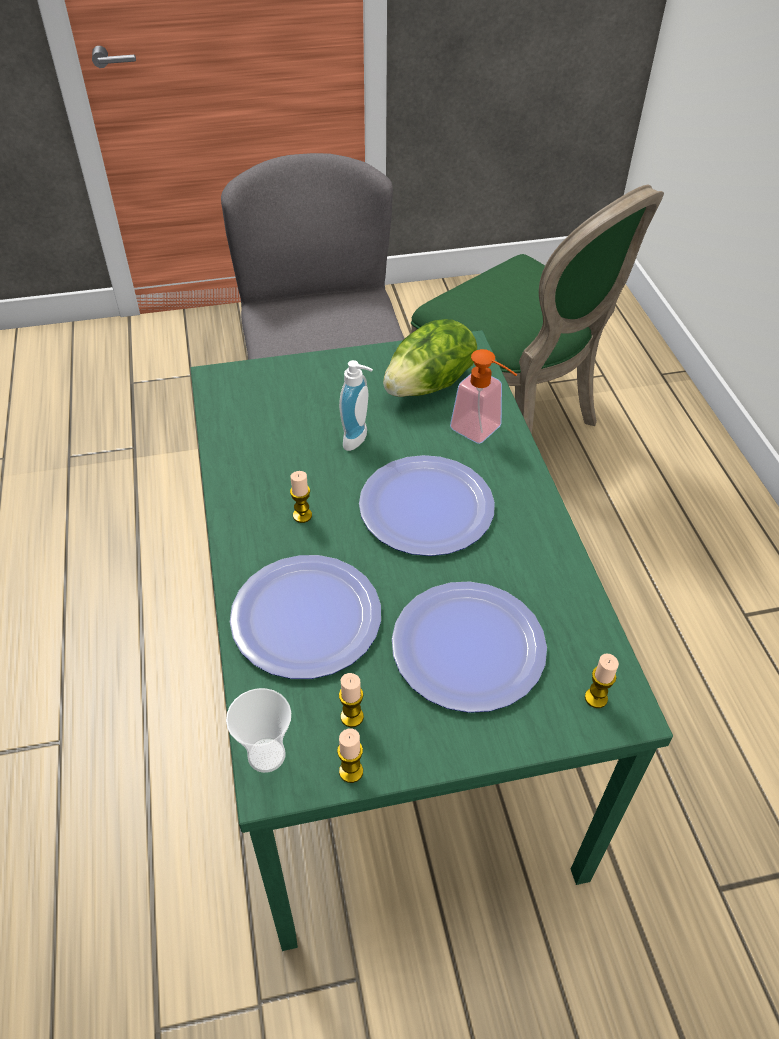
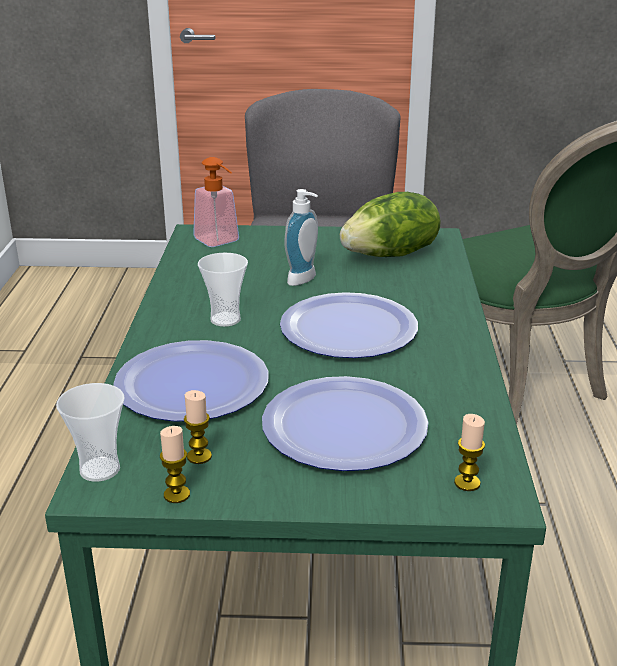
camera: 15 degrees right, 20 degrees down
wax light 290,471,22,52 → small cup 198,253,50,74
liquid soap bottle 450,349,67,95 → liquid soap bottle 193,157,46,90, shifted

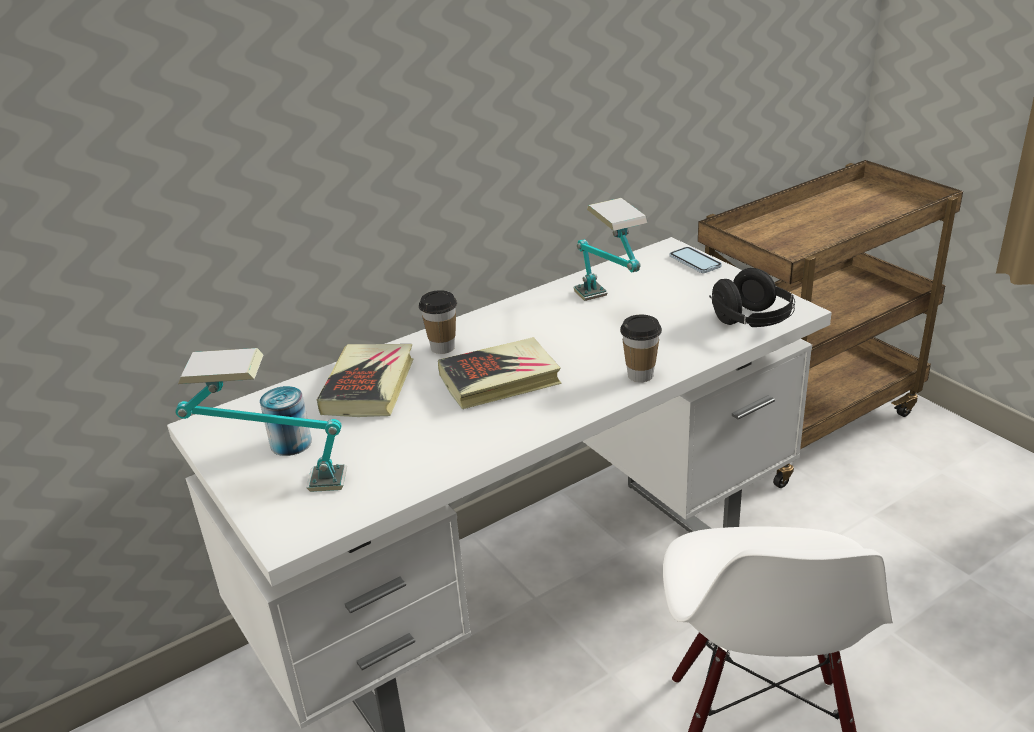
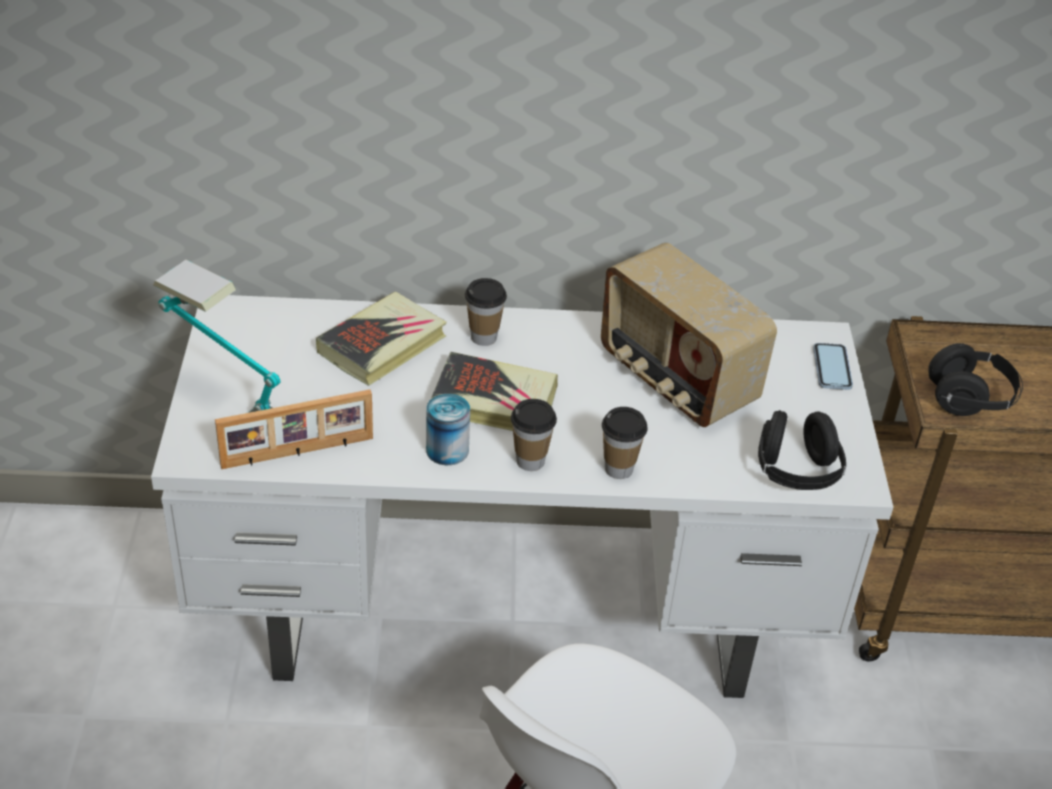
camera: 30 degrees right, 10 degrees up
metal can 260,386,52,70 → metal can 426,394,44,71, shifted
tabletop lamp 573,198,75,103 → radio receiver 601,243,176,184
- → standing frame 215,389,158,80
- → small cup 511,399,46,72
- → pair of headphones/black 928,343,95,73

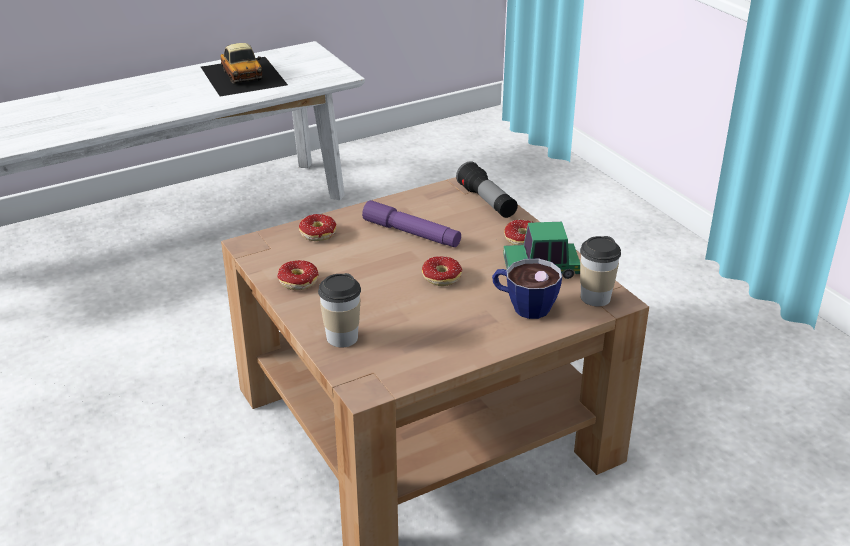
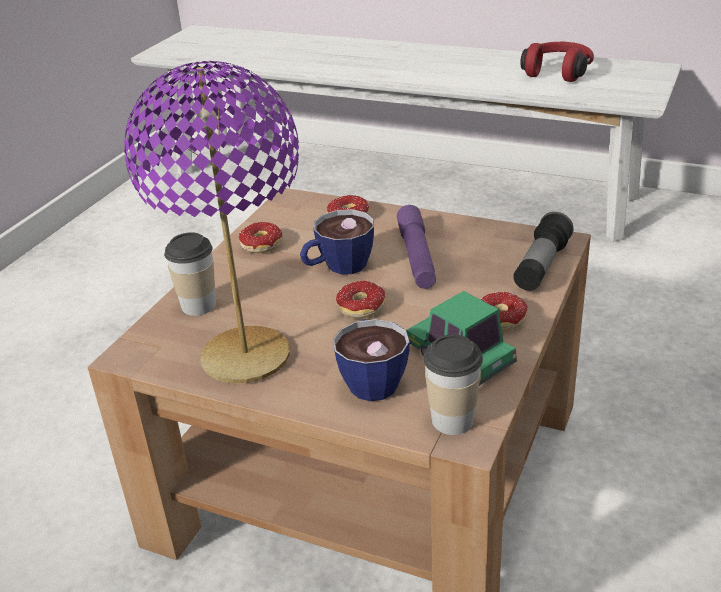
camera: 55 degrees right, 0 degrees up
miniature car 201,43,87,53 → pair of headphones/red 520,42,74,40
- → tabletop lamp/purple-coloured 124,61,175,322
- → small cup 300,209,74,66

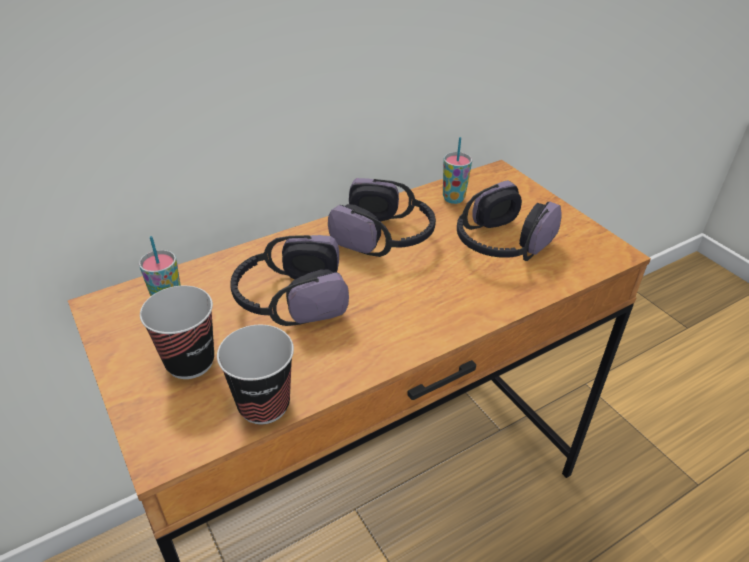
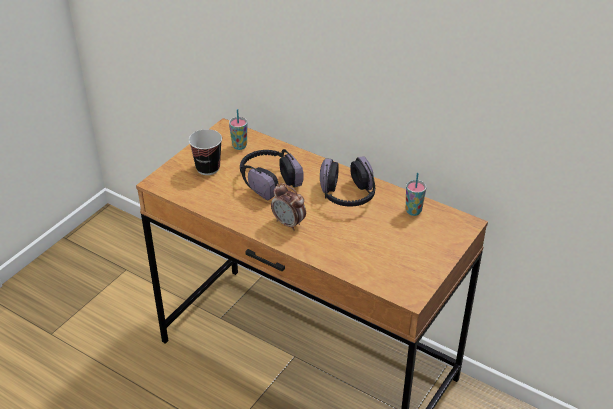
camera: 65 degrees right, 0 degrees up
small cup 217,325,77,99 → -
pair of headphones 457,180,105,81 → -
- → alarm clock 271,183,35,48

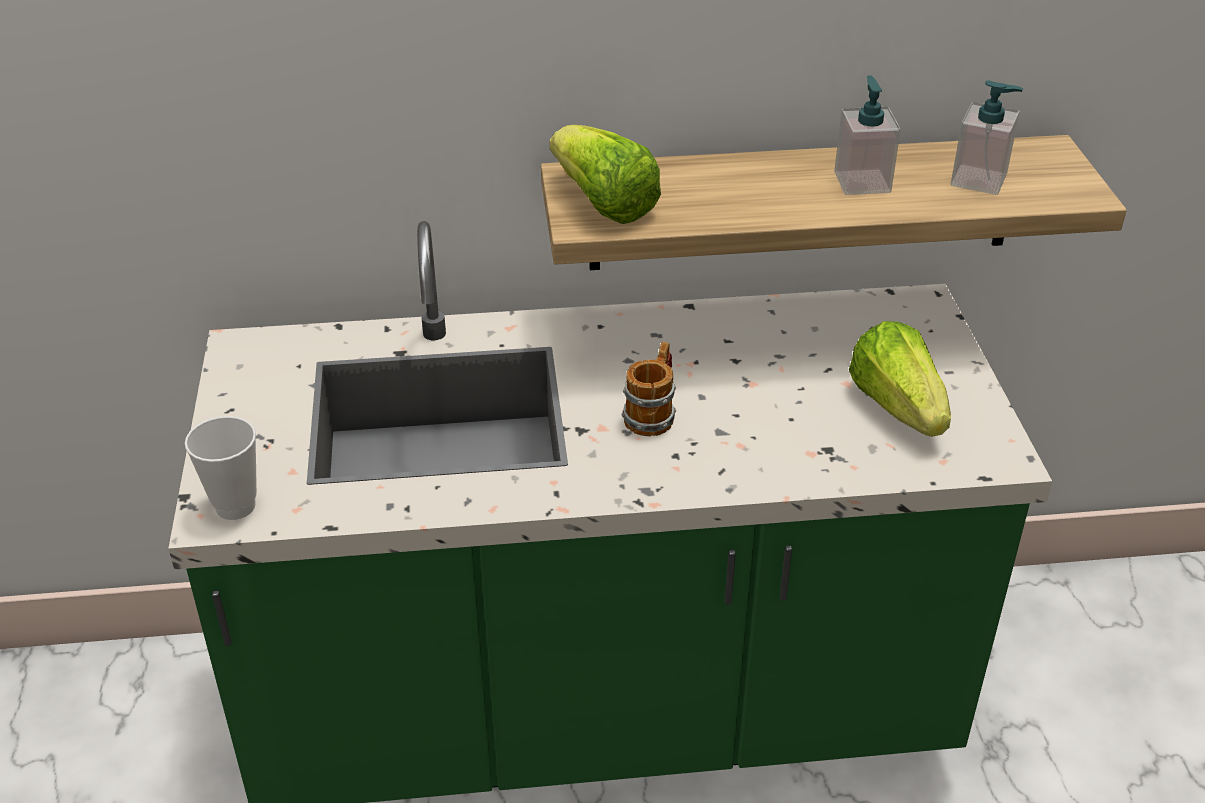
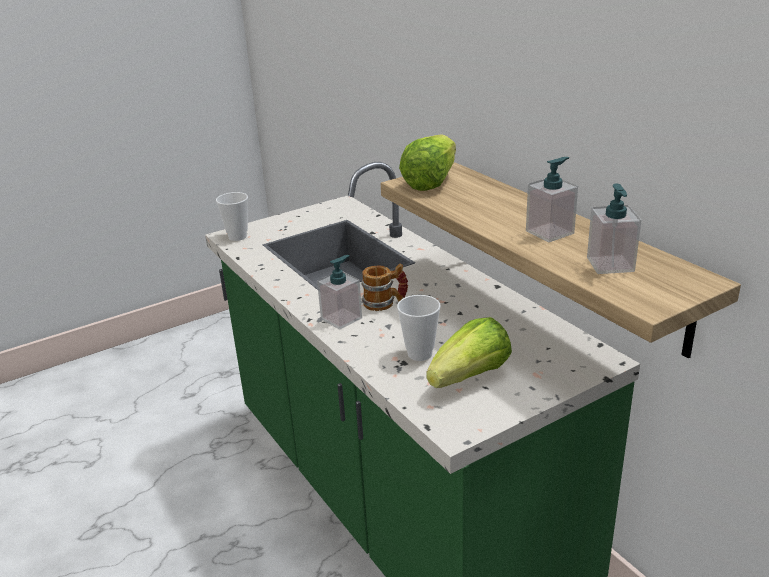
camera: 65 degrees right, 10 degrees down
- → liquid soap bottle 317,255,45,75
- → small cup 397,295,44,66

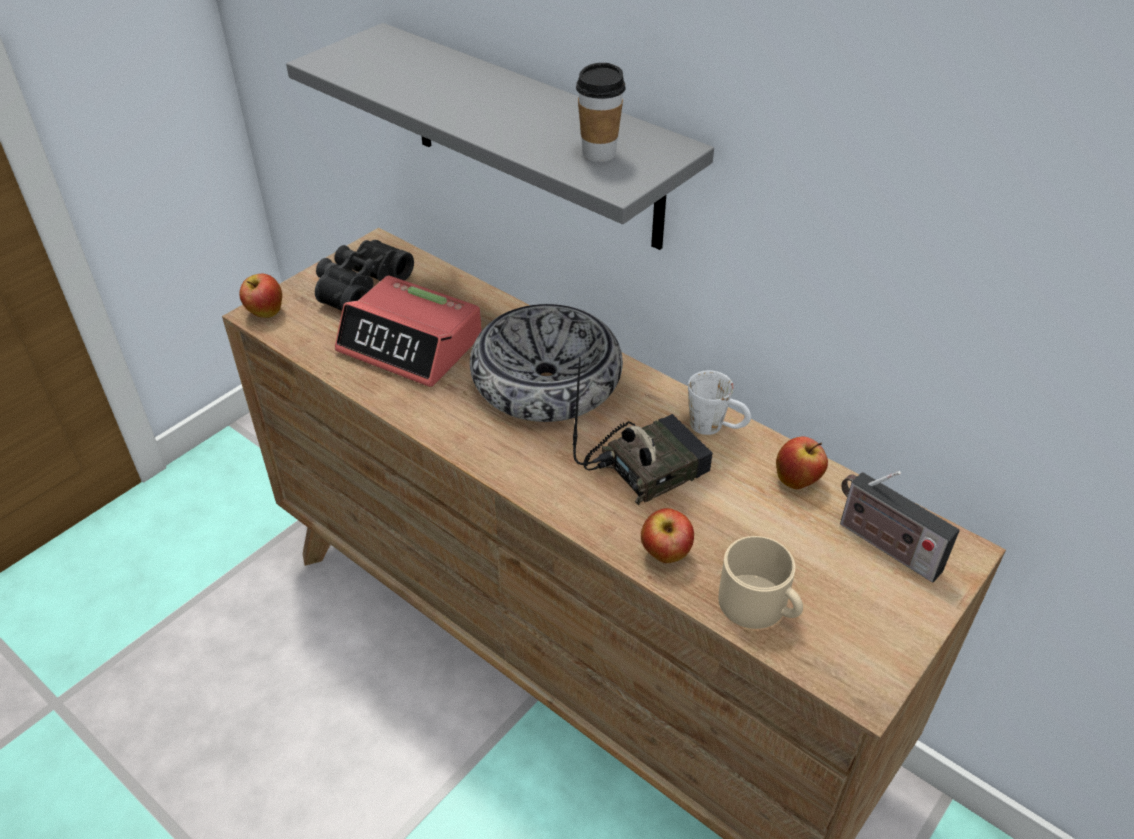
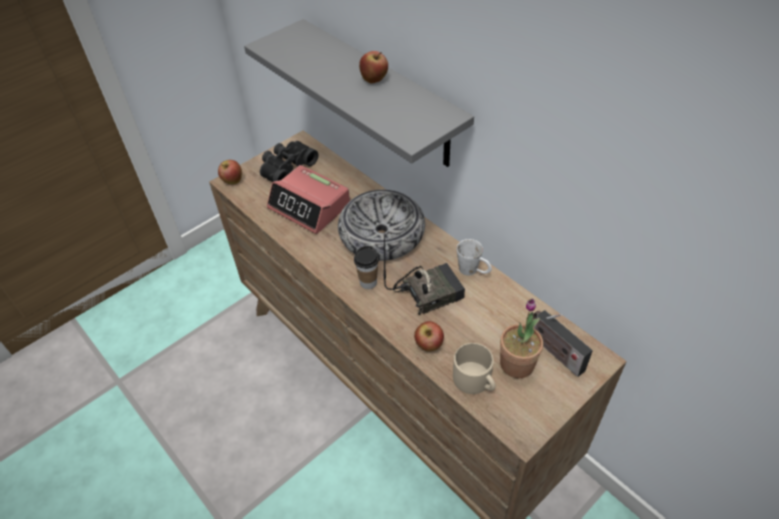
camera: 10 degrees right, 5 degrees up
small cup 576,63,49,99 → small cup 354,246,25,43, shifted
apple fruit 776,437,52,52 → apple fruit 359,51,29,33, shifted
- → potted plant 500,298,43,80

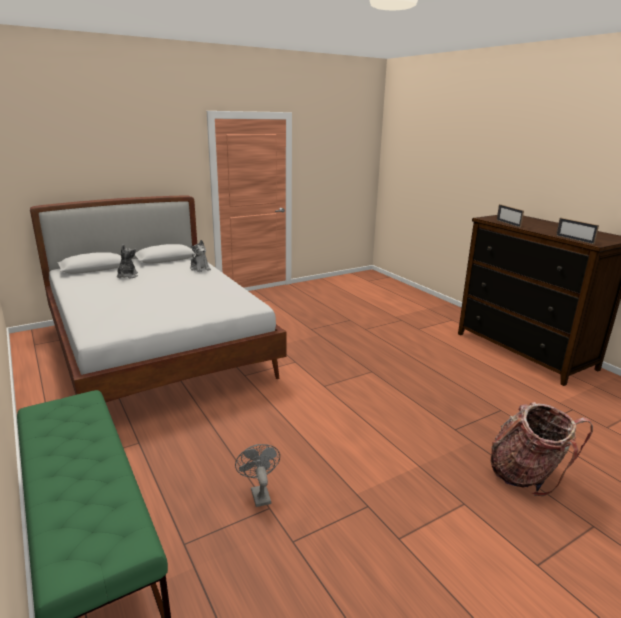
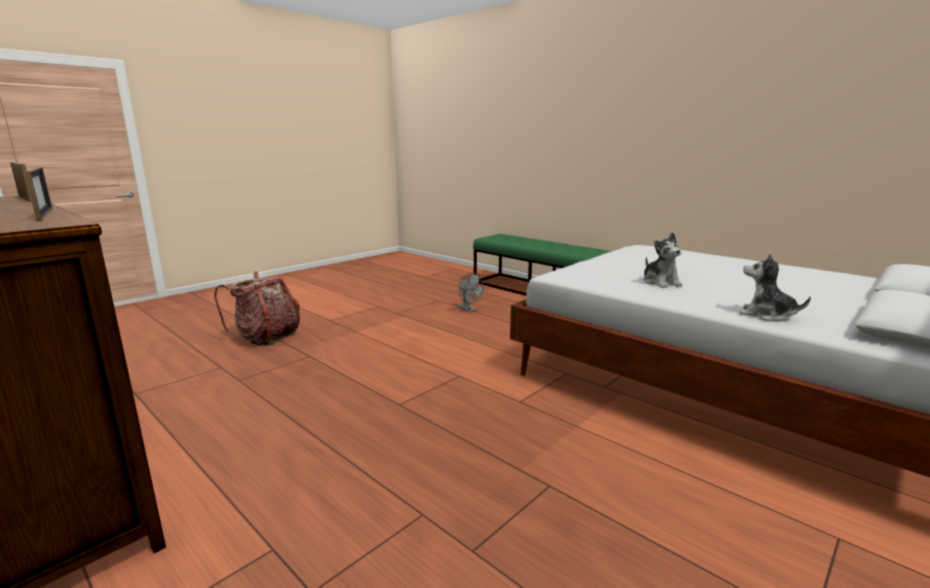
camera: 165 degrees right, 5 degrees down
cuddly toy 117,245,21,34 → cuddly toy 643,232,39,56, shifted

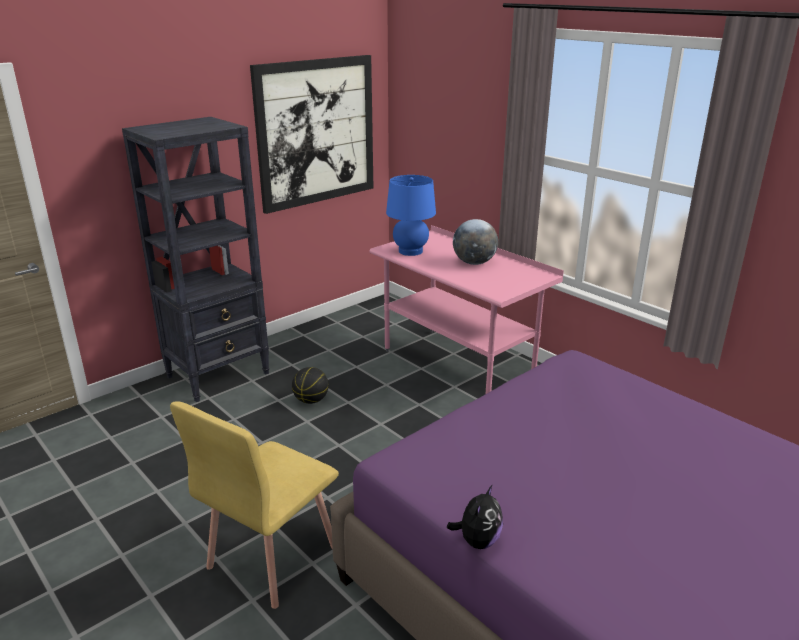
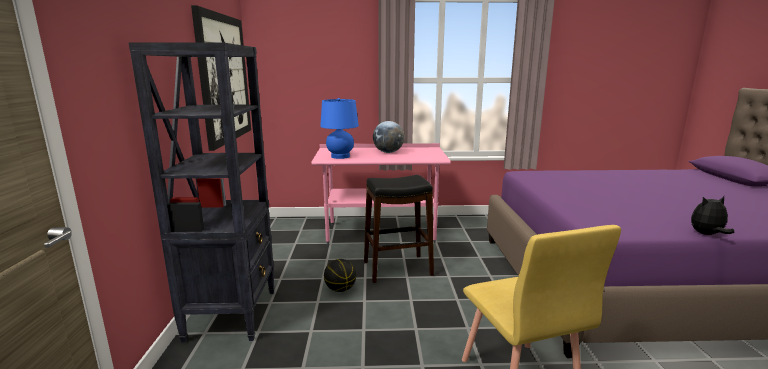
camera: 50 degrees left, 10 degrees down
cuddly toy 447,484,56,65 → cuddly toy 691,196,43,39, 75 degrees counterclockwise
- → stool/black 364,175,70,108

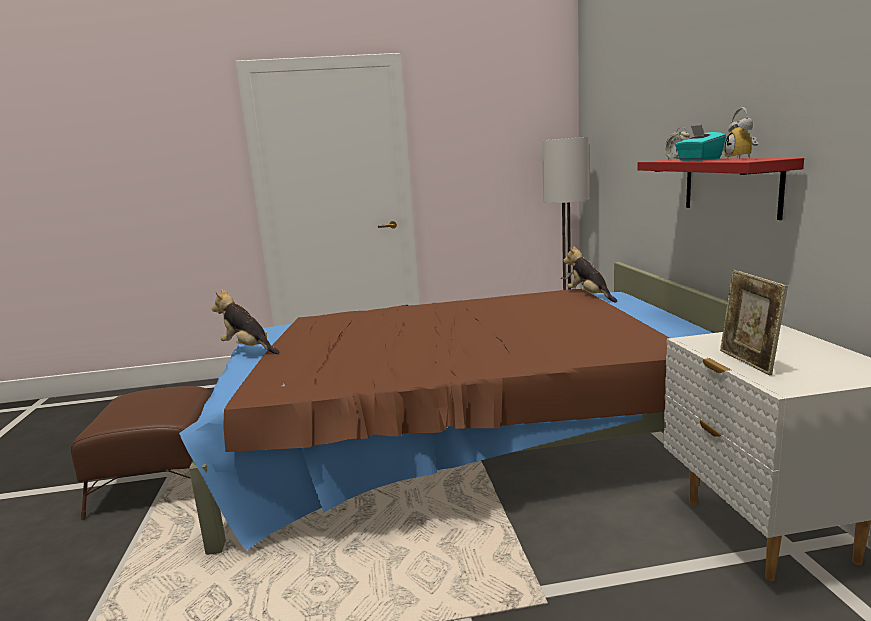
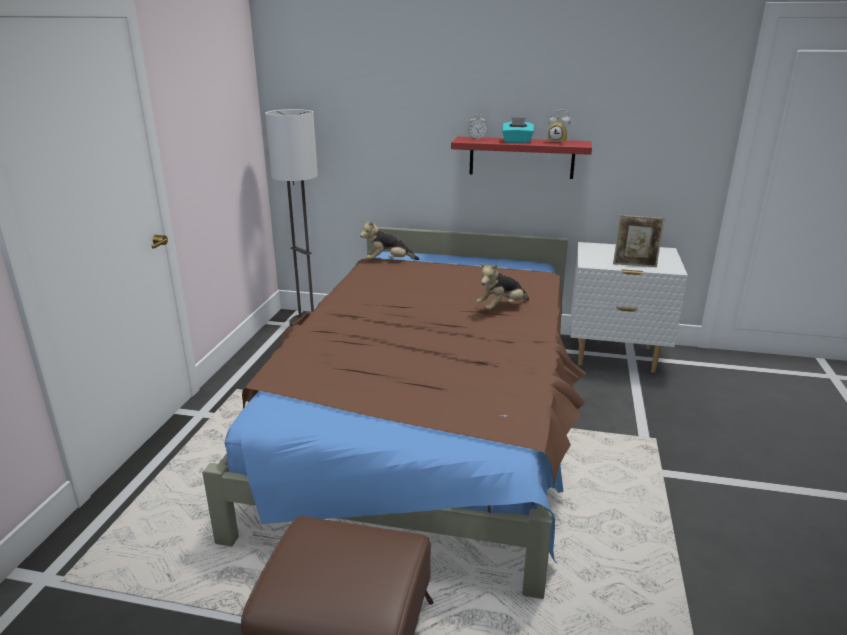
camera: 70 degrees left, 10 degrees up
cuddly toy 211,289,69,65 → cuddly toy 477,264,52,46, shifted

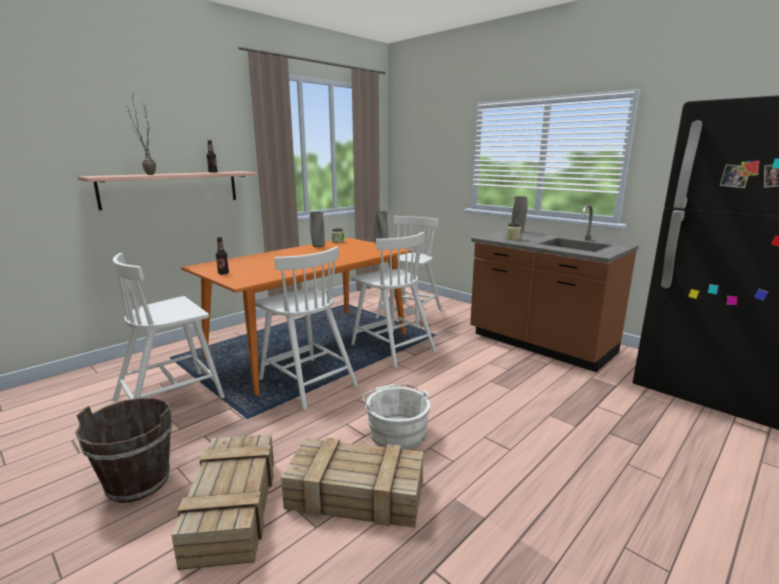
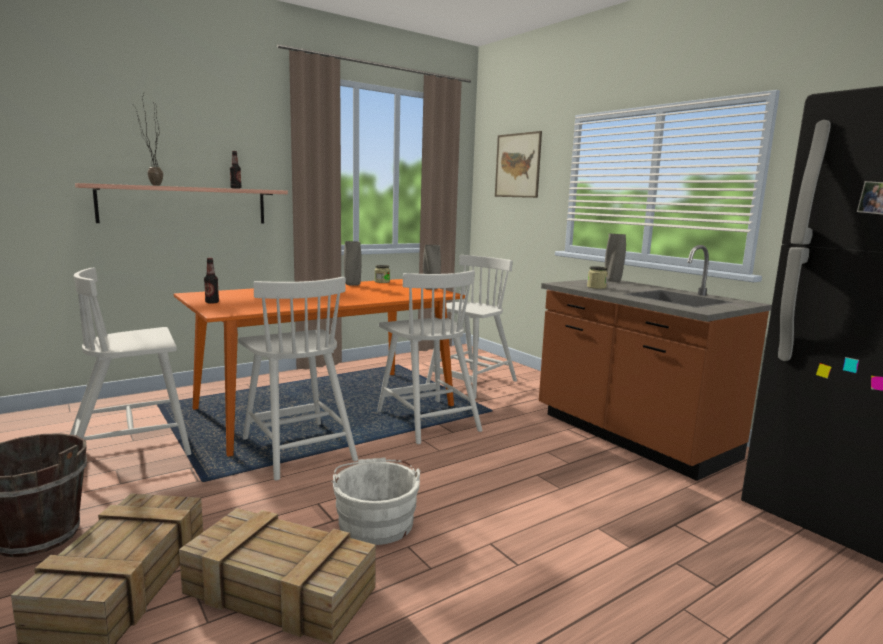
camera: 10 degrees right, 5 degrees down
- → picture 495,131,47,67

